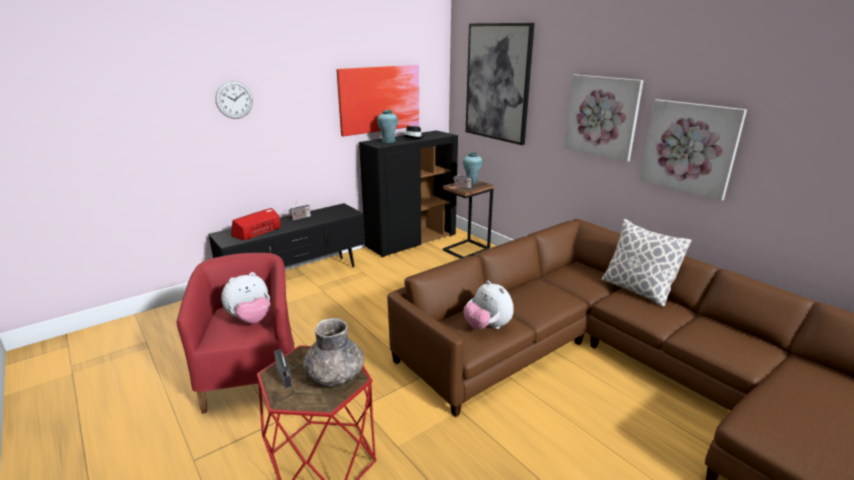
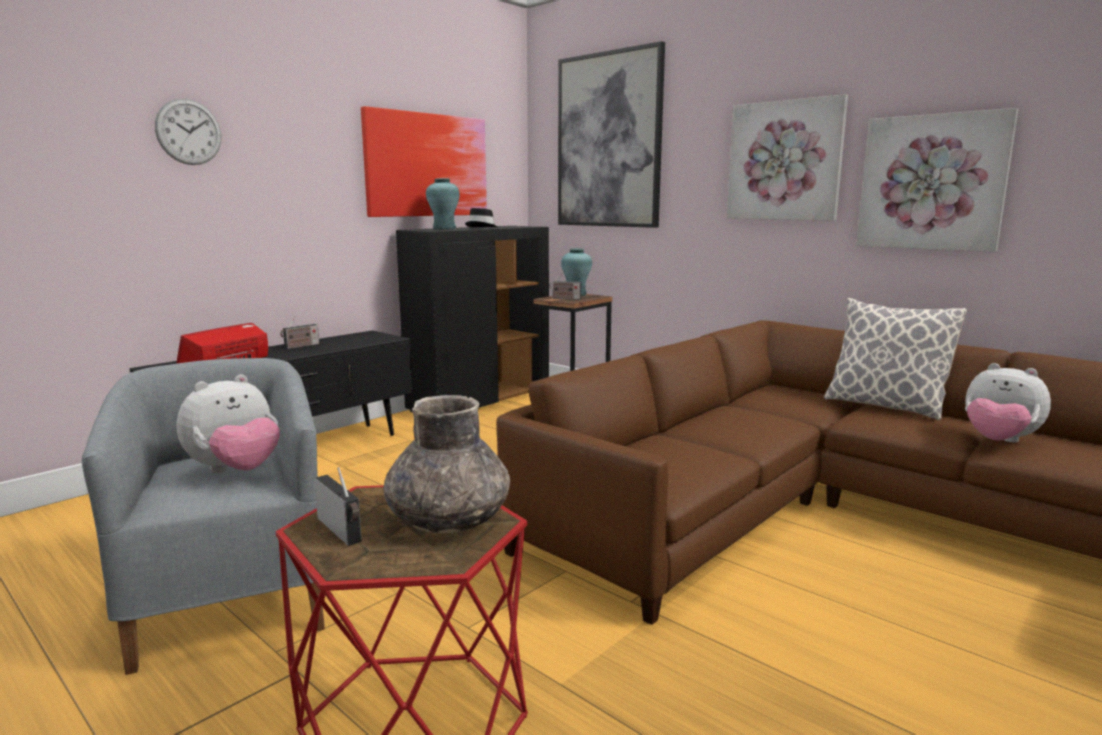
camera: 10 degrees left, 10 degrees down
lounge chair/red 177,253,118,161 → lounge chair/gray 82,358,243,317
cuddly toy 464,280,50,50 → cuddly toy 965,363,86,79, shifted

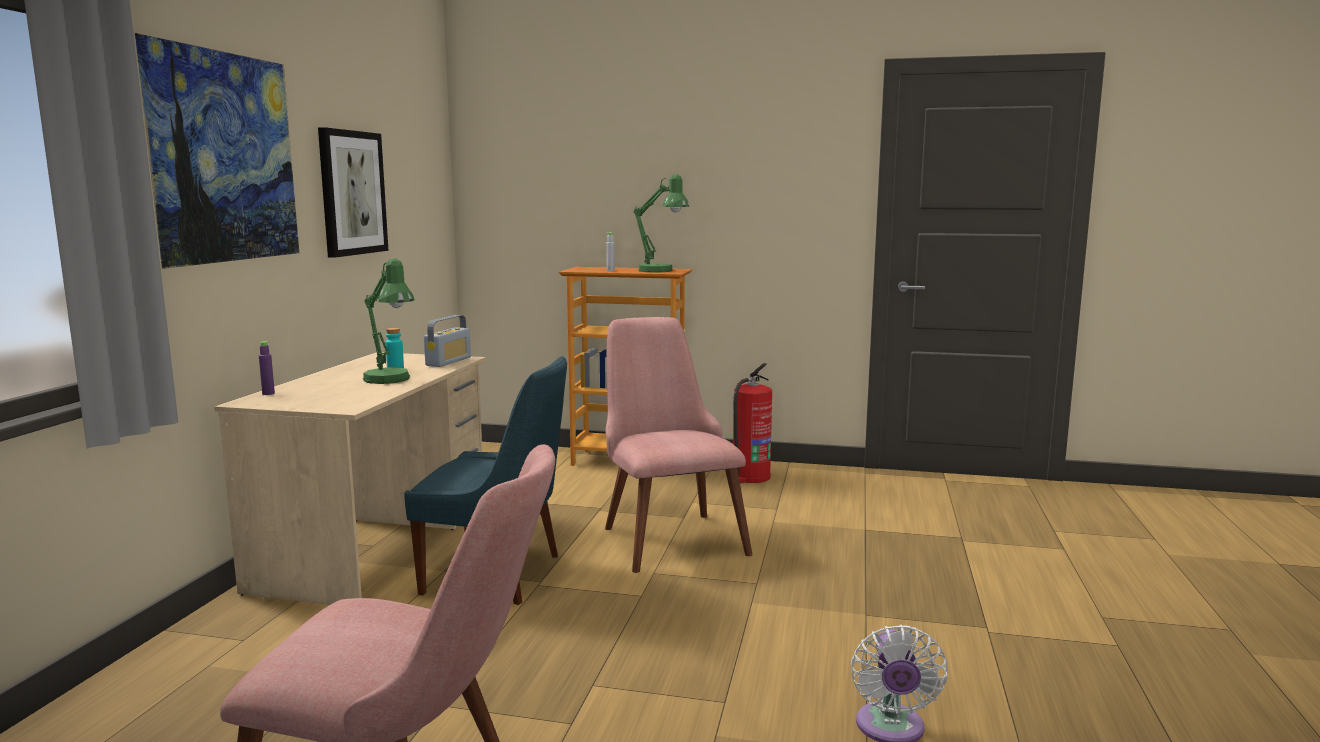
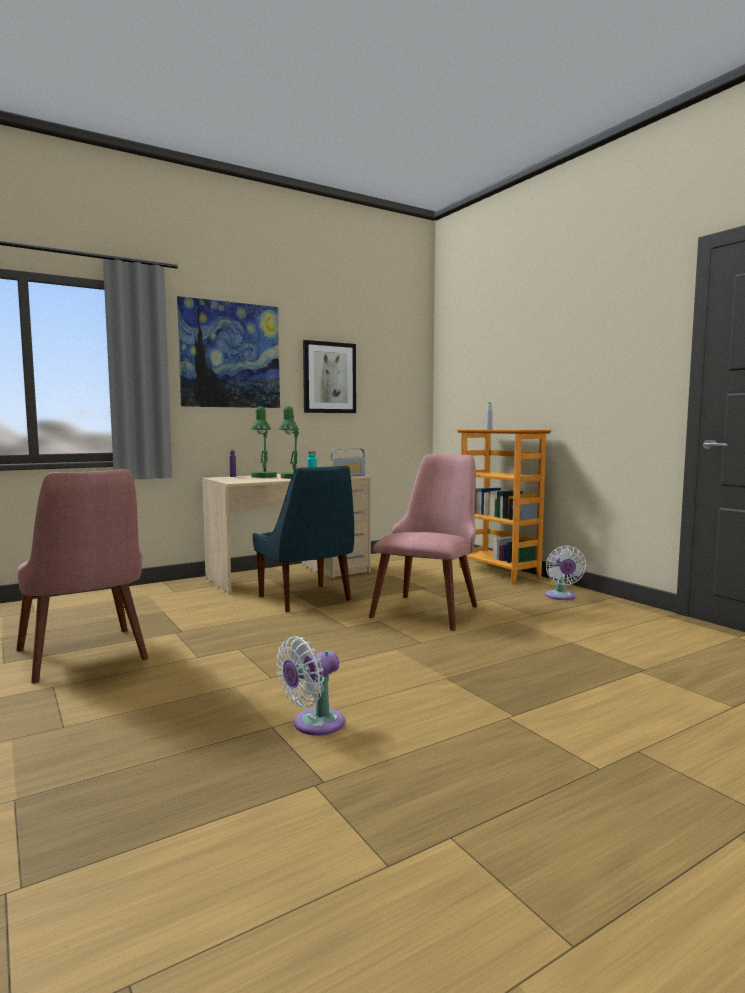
camera: 45 degrees right, 5 degrees down
tabletop lamp/green 633,174,56,99 → tabletop lamp/green 251,406,26,72, shifted
fire-fighting cylinder 733,363,39,120 → fan/white 545,545,41,55

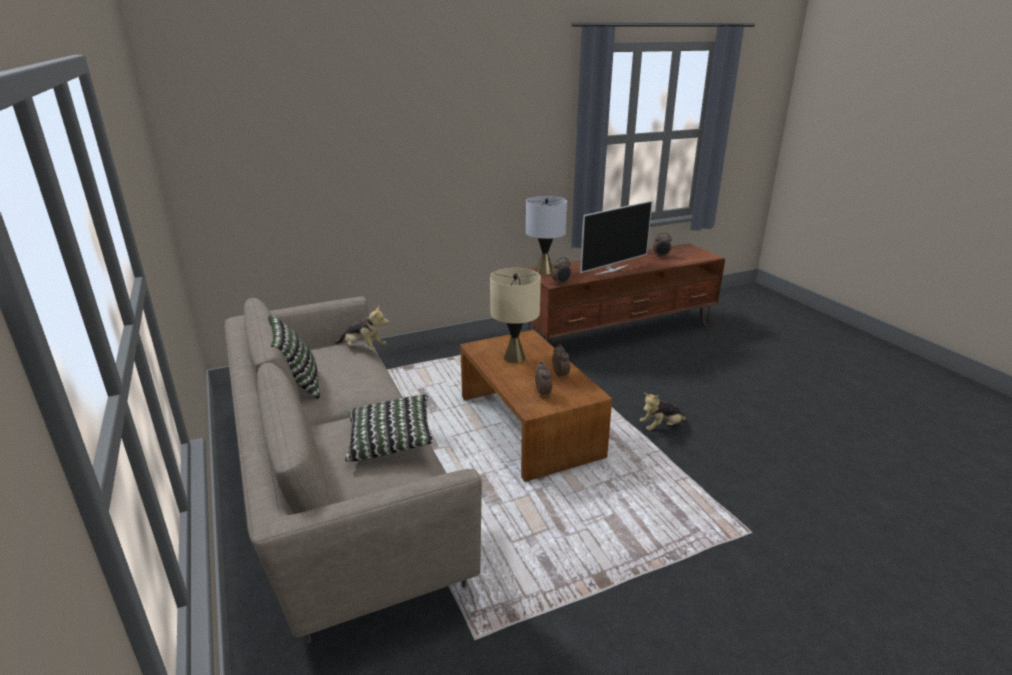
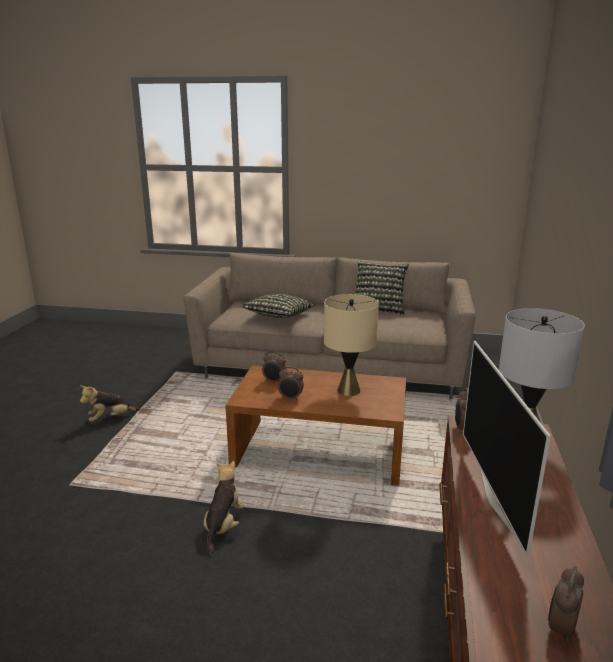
camera: 125 degrees right, 5 degrees down
cuddly toy 335,305,54,46 → cuddly toy 80,386,60,36, shifted

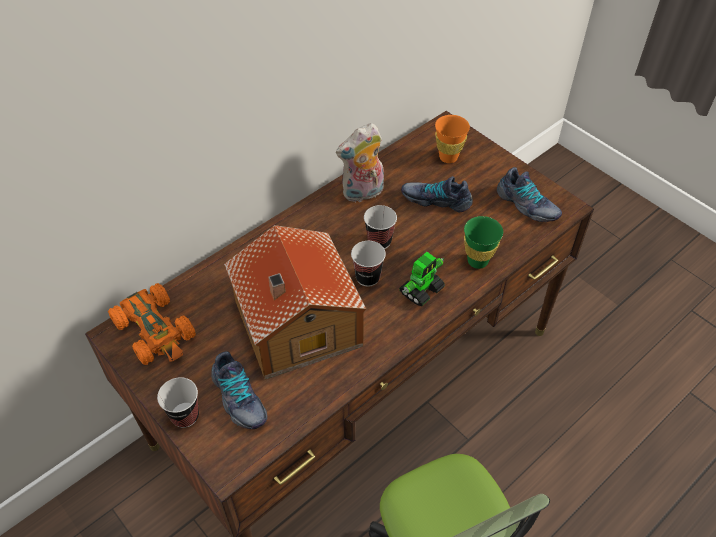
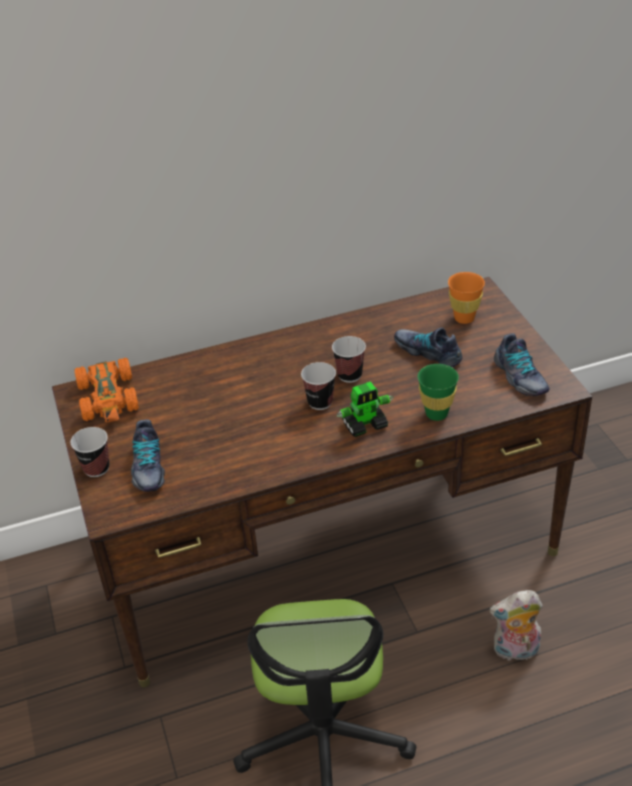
camera: 25 degrees right, 10 degrees down
model house 224,225,142,155 → -
cuddly toy 336,123,48,79 → cuddly toy 490,590,53,71, shifted

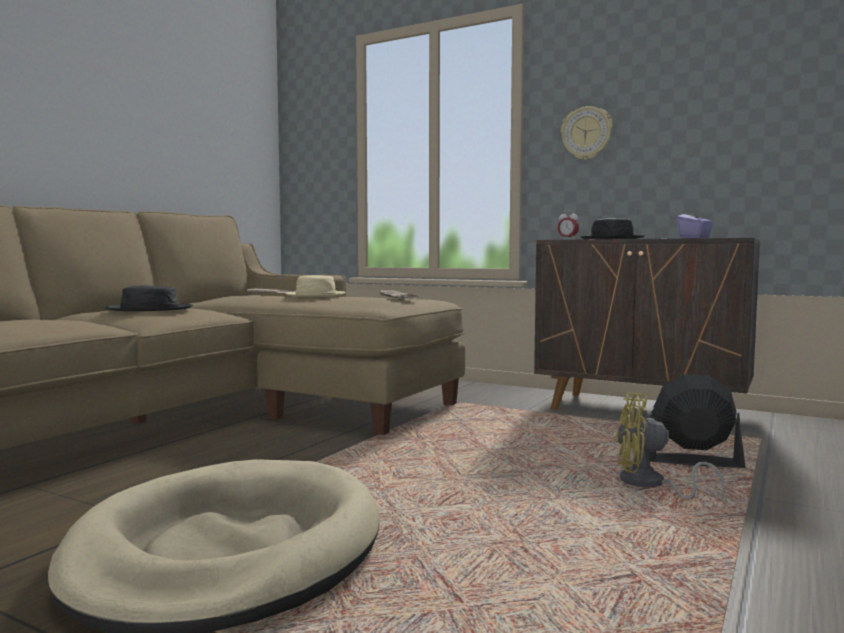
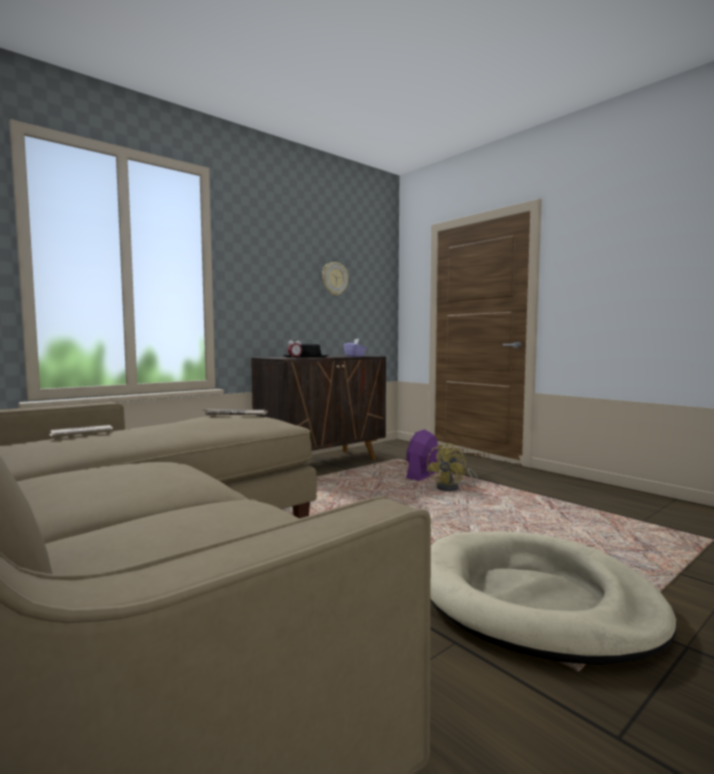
camera: 70 degrees left, 0 degrees up
hat/black 105,286,88,25 → -
hat/beige-coloured 285,275,61,22 → -
clock on the wall 561,106,52,54 → clock on the wall 322,262,27,34, shifted
fan/black 648,375,97,93 → fan/purple-coloured 406,429,33,52

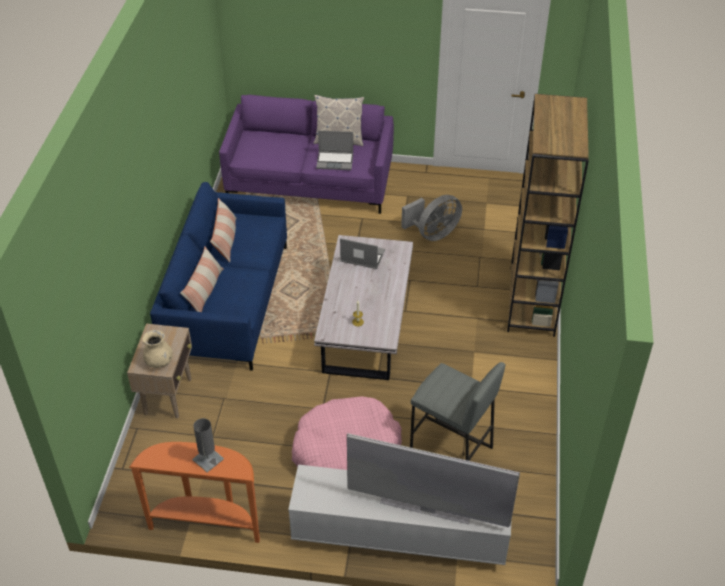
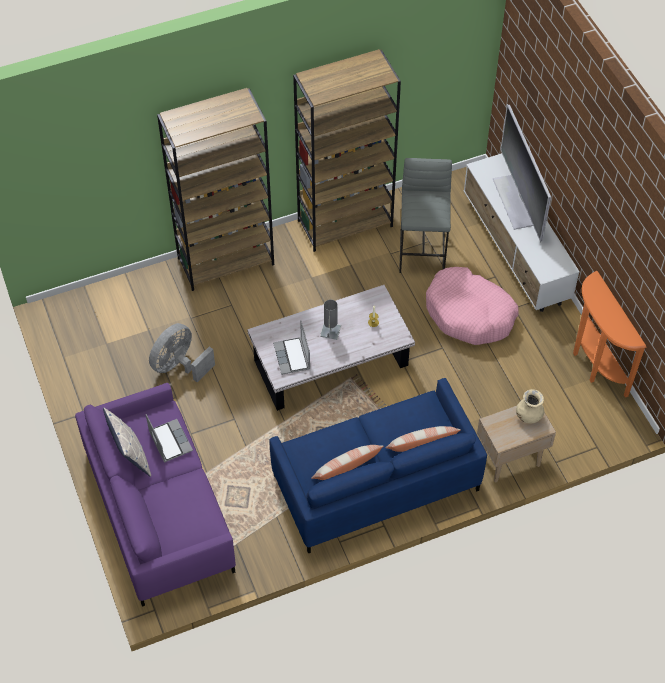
camera: 120 degrees left, 10 degrees up
tabletop lamp/gray 192,418,32,54 → tabletop lamp/gray 320,300,21,40, shifted
fan/gray 401,195,61,46 → fan/gray 149,323,66,59, 75 degrees counterclockwise
- → bookshelf/brownish 293,49,108,203

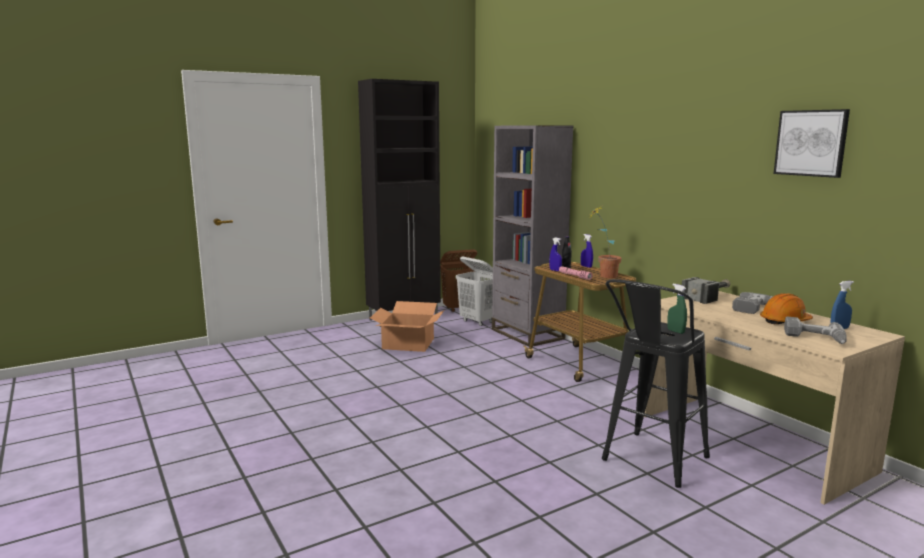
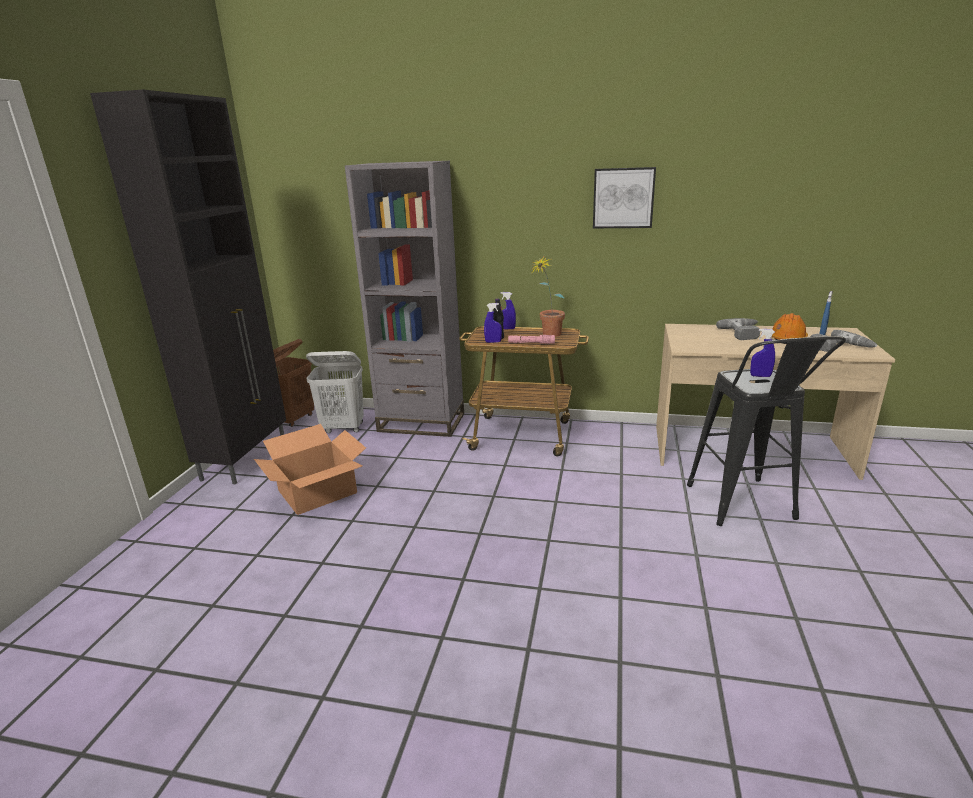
camera: 45 degrees left, 10 degrees up
hand sprayer/green 667,284,20,50 → hand sprayer/blue 750,329,25,48
hand hammer 682,277,49,27 → -
picture 773,109,77,69 → picture 593,167,63,61, shifted

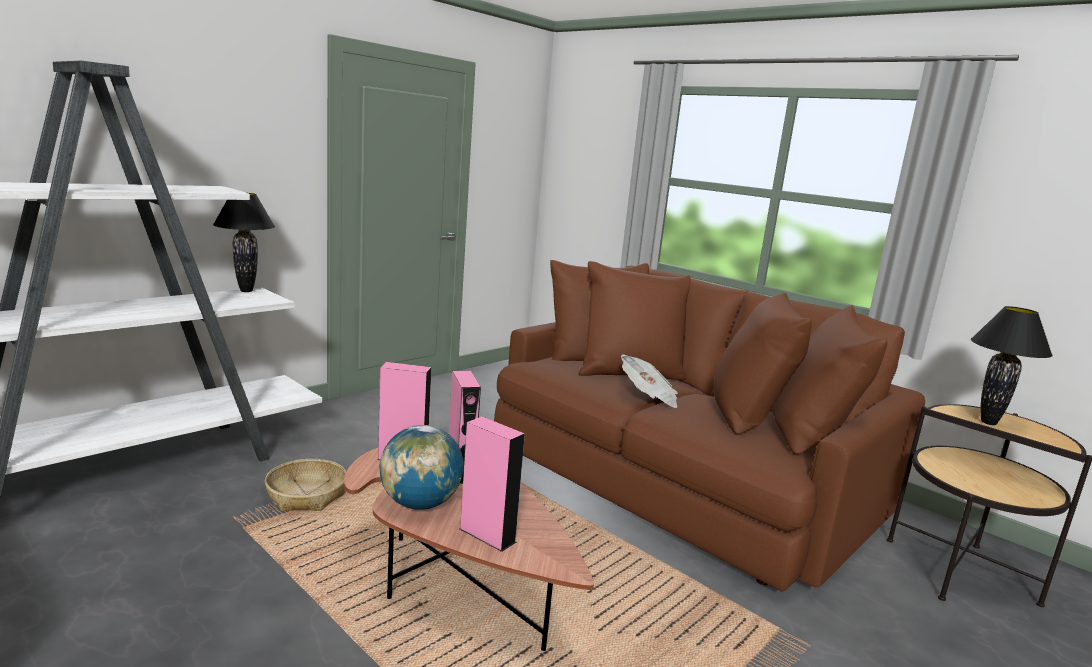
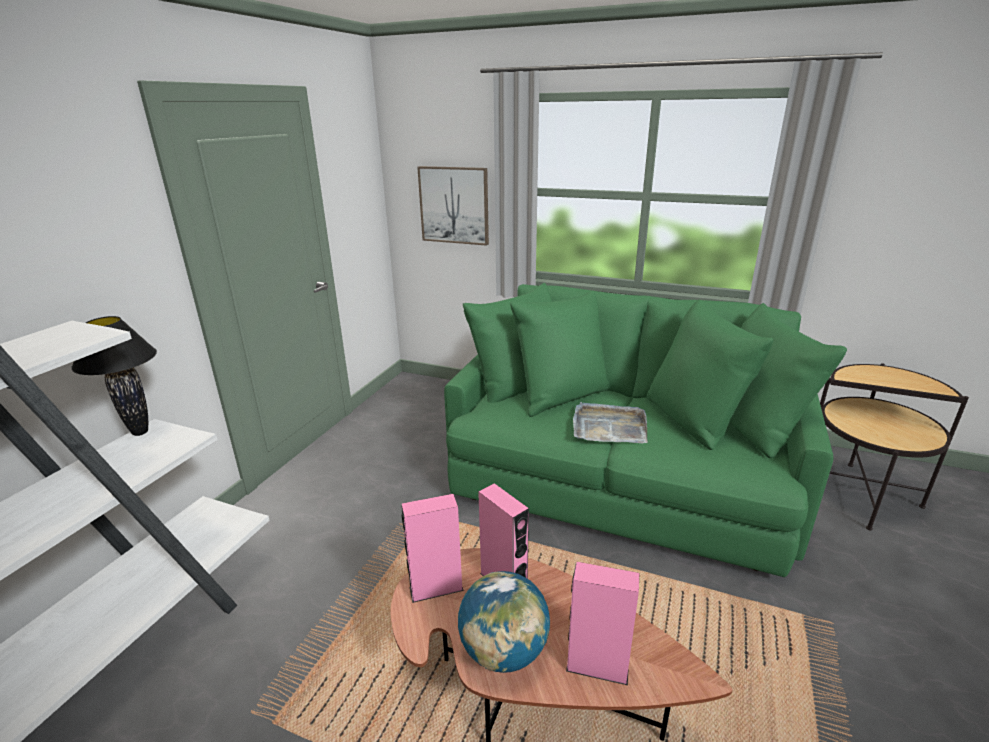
camera: 20 degrees left, 10 degrees up
household basket 265,459,81,53 → -
couch/brownish 494,260,431,332 → couch/green 444,282,403,295
newspaper 621,354,57,54 → tray/gray 573,402,75,41
tabletop lamp/black 971,306,82,119 → -
- → picture 417,166,72,80

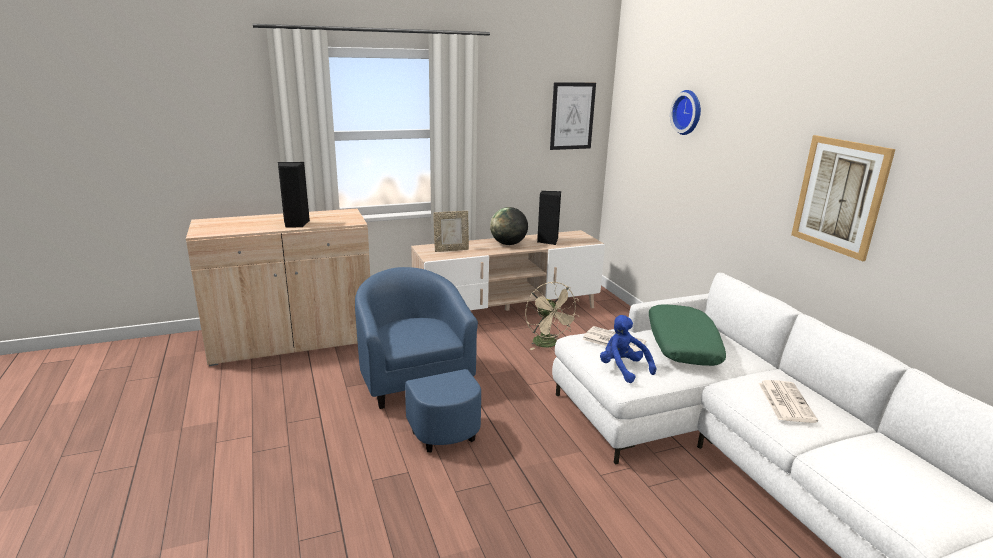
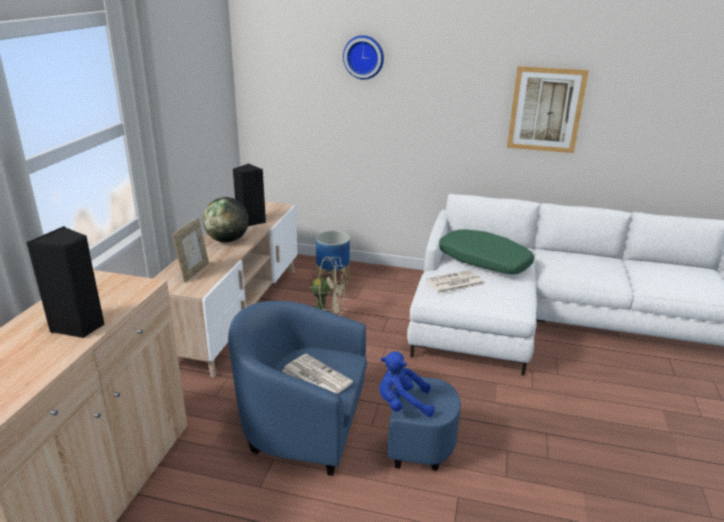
camera: 55 degrees left, 5 degrees up
picture 550,82,46,68 → -
cuddly toy/blue 600,315,56,68 → cuddly toy/blue 379,351,56,66, shifted
newspaper 759,380,59,43 → newspaper 282,354,71,40, shifted
- → plant pot 316,231,34,52

